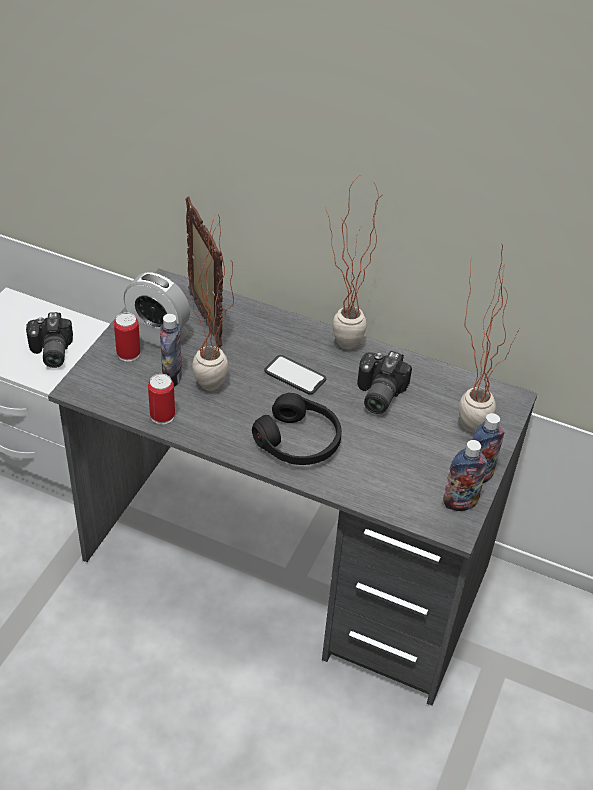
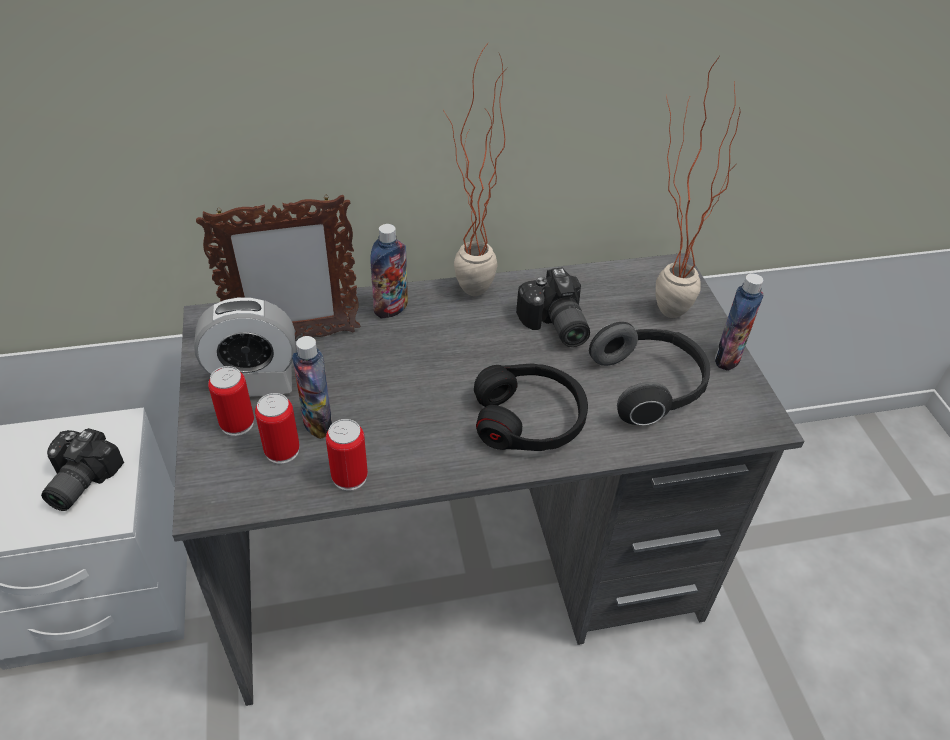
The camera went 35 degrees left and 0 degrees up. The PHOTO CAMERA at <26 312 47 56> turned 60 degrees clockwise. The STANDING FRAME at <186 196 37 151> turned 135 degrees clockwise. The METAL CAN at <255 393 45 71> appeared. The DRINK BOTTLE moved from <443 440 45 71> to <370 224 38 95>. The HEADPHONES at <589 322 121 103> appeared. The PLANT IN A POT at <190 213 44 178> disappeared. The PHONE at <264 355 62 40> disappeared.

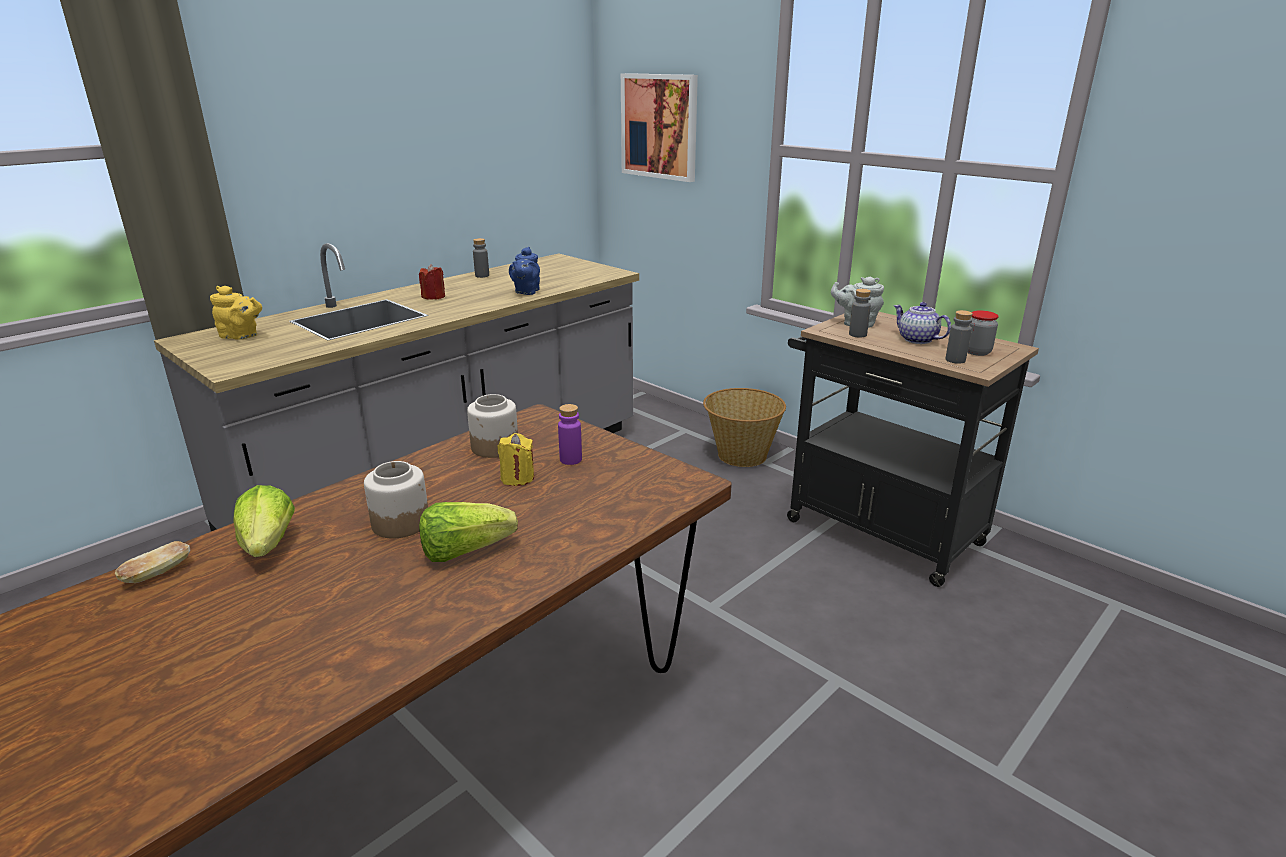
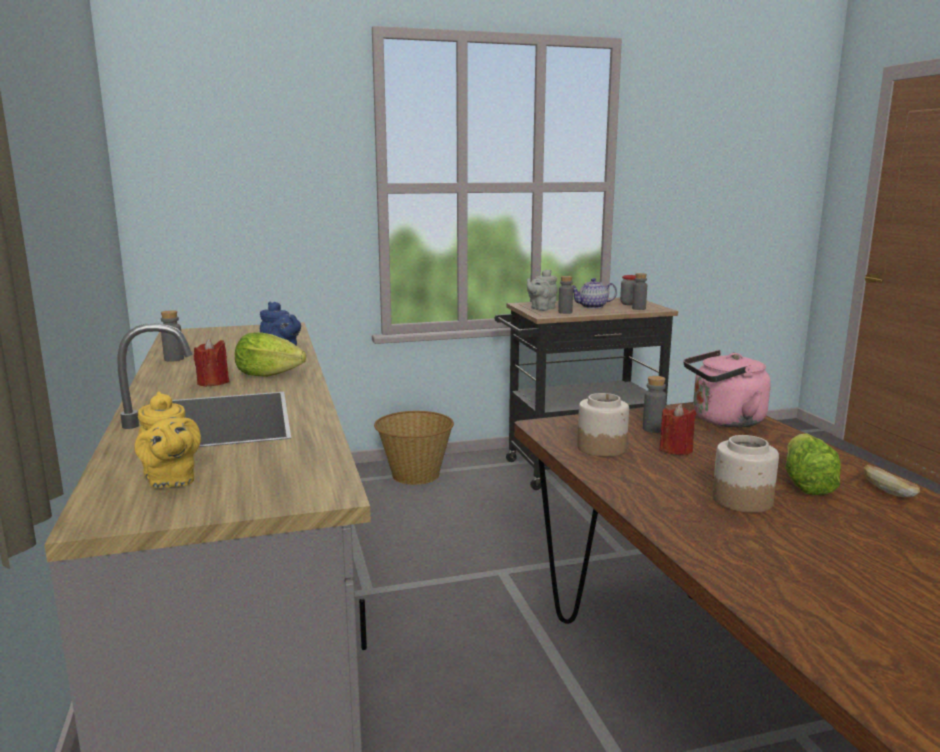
The camera went 60 degrees left and 10 degrees down. The YELLOW POT FOR TEA at <210 285 52 55> turned 105 degrees clockwise. The HEAD OF LETTUCE moved from <233 485 62 72> to <235 332 71 45>. The PURPLE-COLOURED DRINK BOTTLE at <558 404 24 61> became the GREY DRINK BOTTLE at <643 376 23 57>. The YELLOW WAX CANDLE at <497 433 37 53> became the RED-COLOURED WAX CANDLE at <660 404 36 51>. The PINK-COLOURED KETTLE at <683 350 88 78> appeared. The BREAD moved from <115 541 75 42> to <863 465 57 32>. The WALL ART at <621 73 77 109> disappeared.

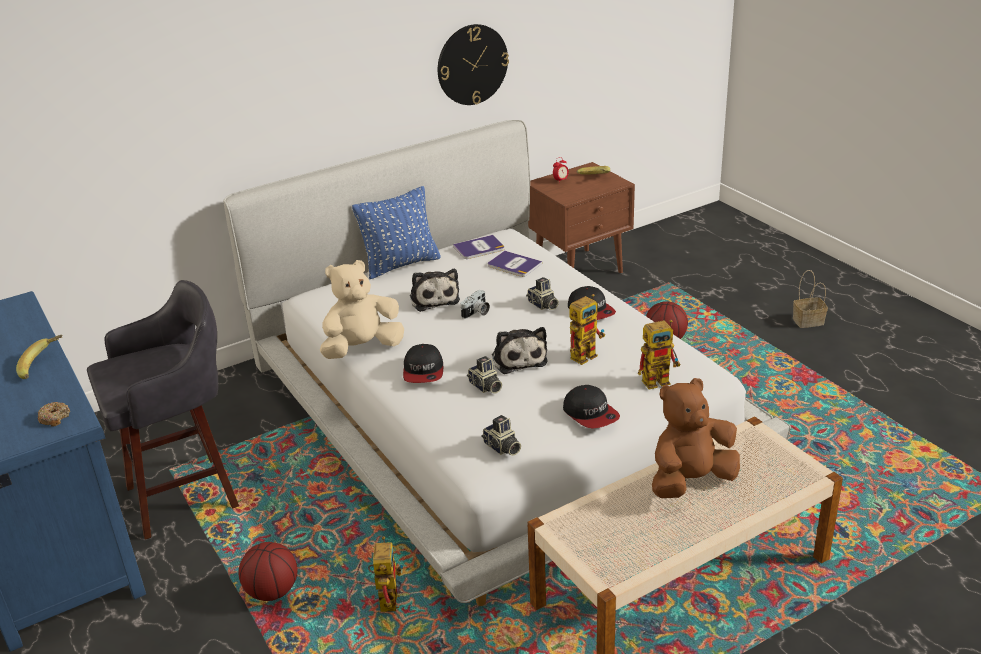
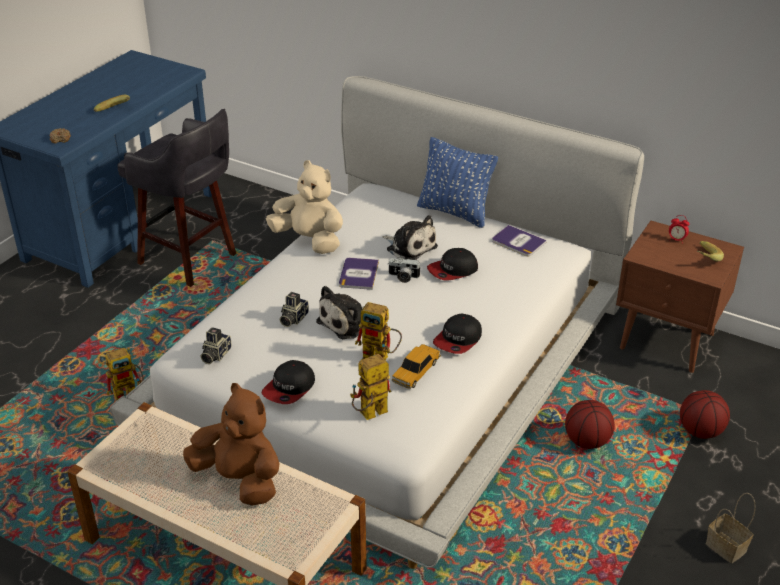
The camera went 60 degrees right and 5 degrees up. The VOLUME moved from <488 251 54 26> to <339 258 40 32>. The ROBOT FIGURE at <638 319 42 70> turned 105 degrees clockwise. The PLUSH TOY at <410 269 50 43> turned 90 degrees counterclockwise. The TOY CAR at <392 344 49 45> appeared. The BASEBALL CAP moved from <403 344 40 39> to <427 248 51 32>. The BASKETBALL BALL moved from <238 542 59 59> to <680 390 50 49>. The WALL CLOCK at <438 24 71 81> disappeared. The PHOTO CAMERA at <526 277 33 33> disappeared.

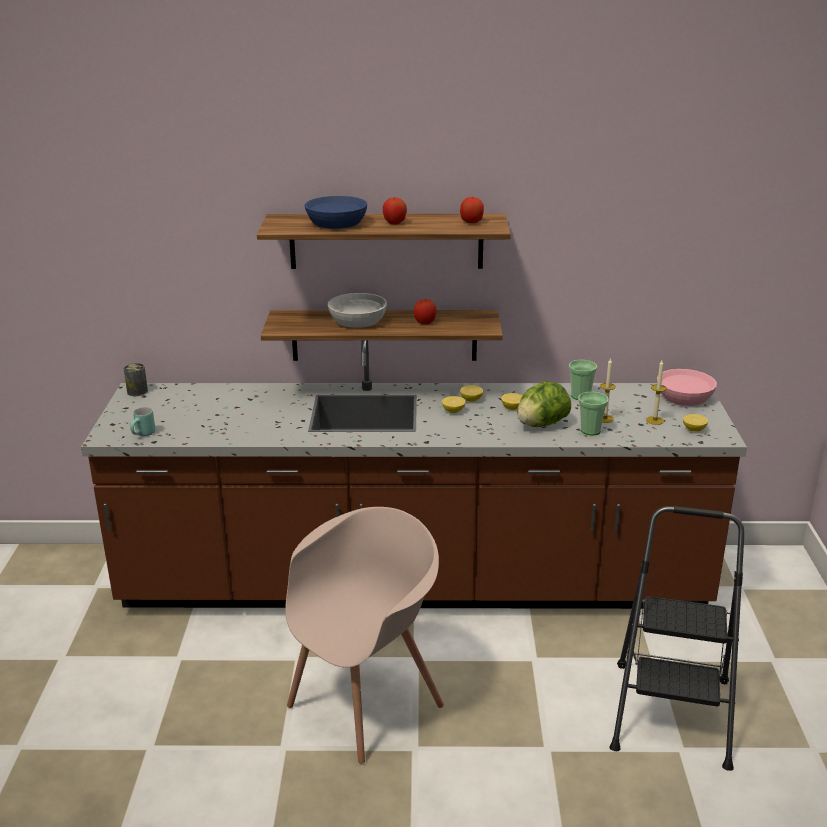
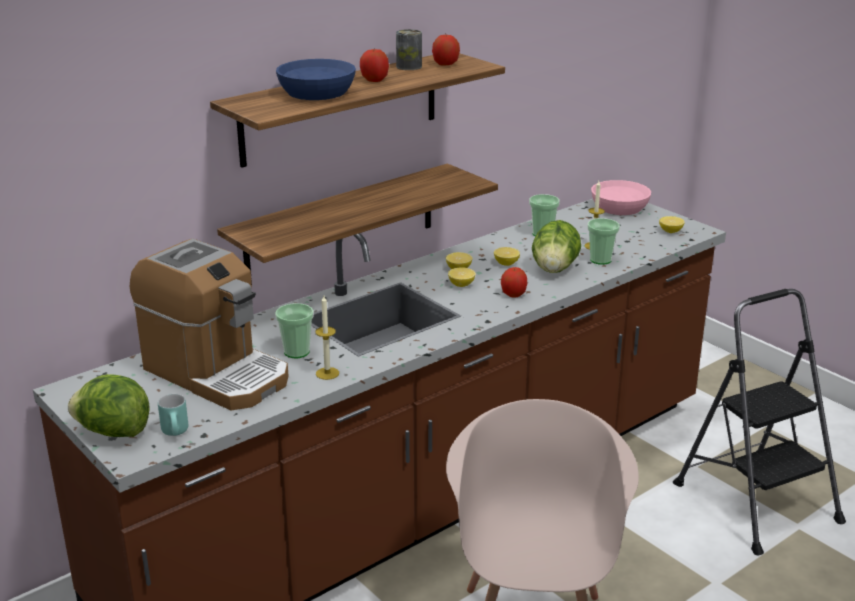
The camera went 40 degrees left and 0 degrees up. The HEAD OF LETTUCE at <68 374 81 63> appeared. The COFFEE BREWER at <130 239 159 171> appeared. The SMALL CUP at <275 303 39 55> appeared. The WAX CANDLE moved from <646 361 21 64> to <315 296 24 84>. The METAL CAN moved from <124 363 24 33> to <396 29 26 41>. The APPLE FRUIT moved from <414 299 23 26> to <501 267 26 31>. The WHITE-COLOURED SERVING BOWL at <328 293 59 35> disappeared.

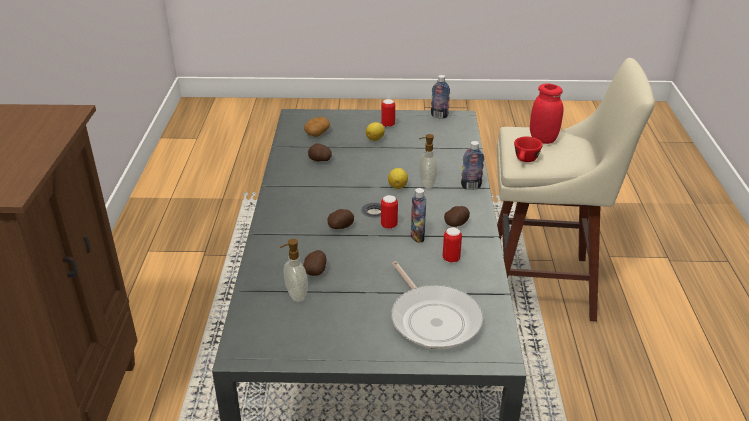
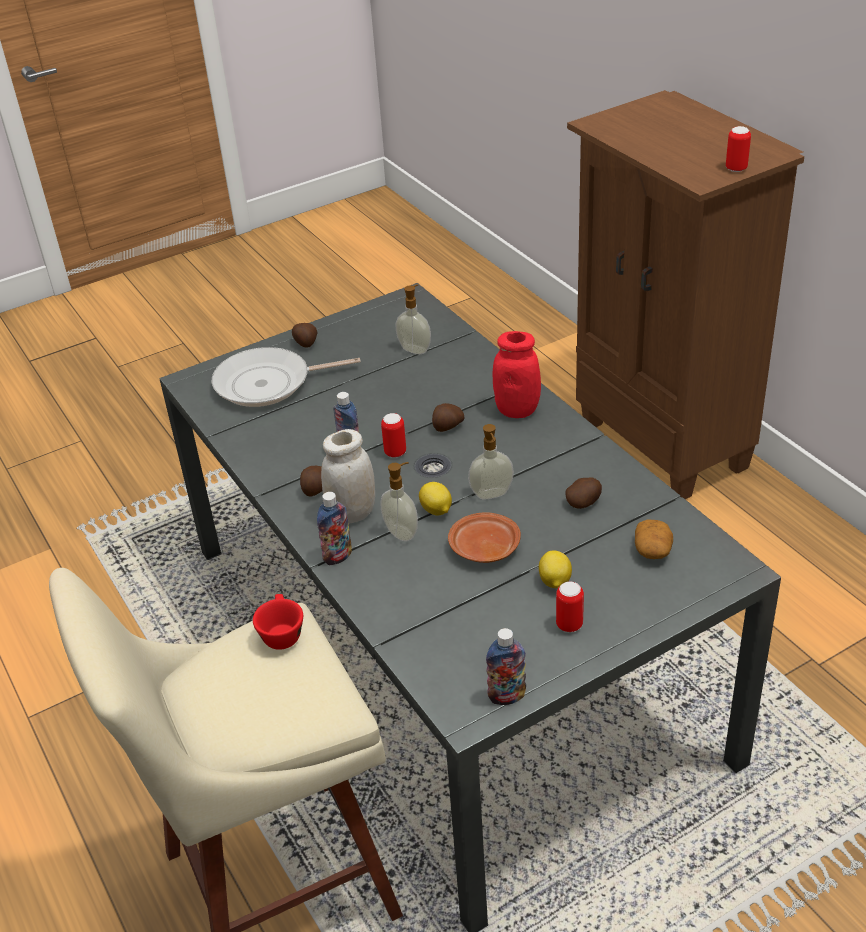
The camera went 150 degrees right and 5 degrees up. The FRYING PAN at <391 261 92 88> turned 45 degrees counterclockwise. The SPUD moved from <303 250 23 26> to <292 323 26 25>. The WHITE-COLOURED JAR at <321 429 54 95> appeared. The BROWNISH DINNER PLATE at <448 512 73 51> appeared. The SOAP DISPENSER at <468 424 46 75> appeared. The RED-COLOURED JAR moved from <530 84 33 60> to <493 331 48 87>. The METAL CAN moved from <443 227 19 36> to <726 126 25 46>.

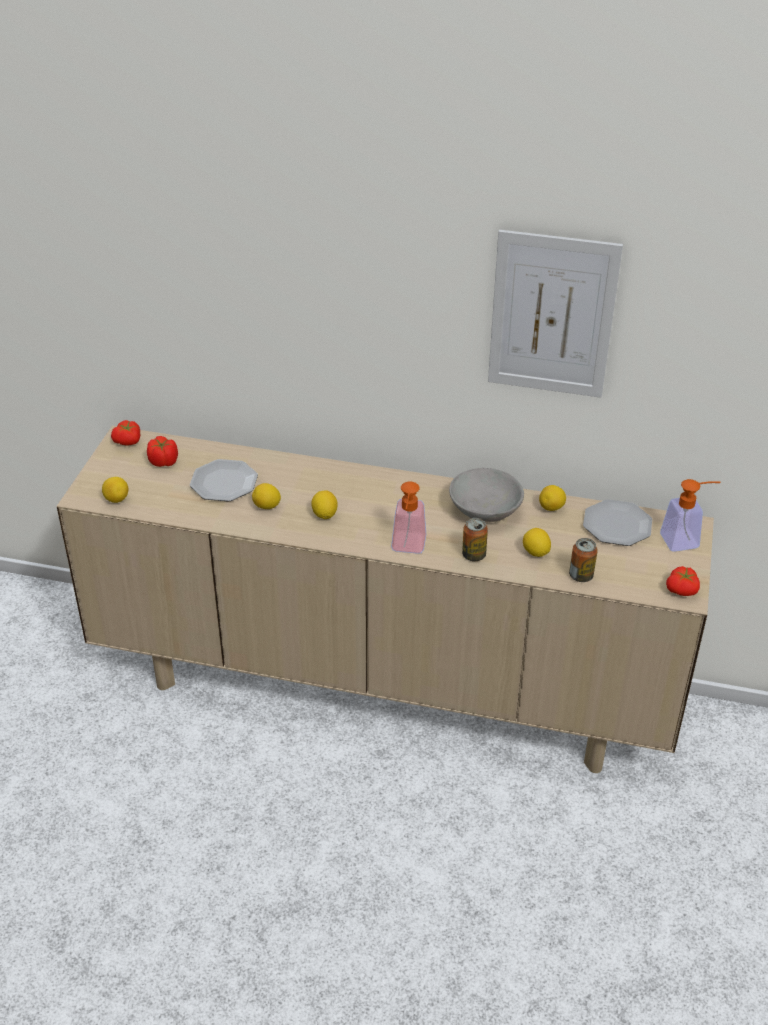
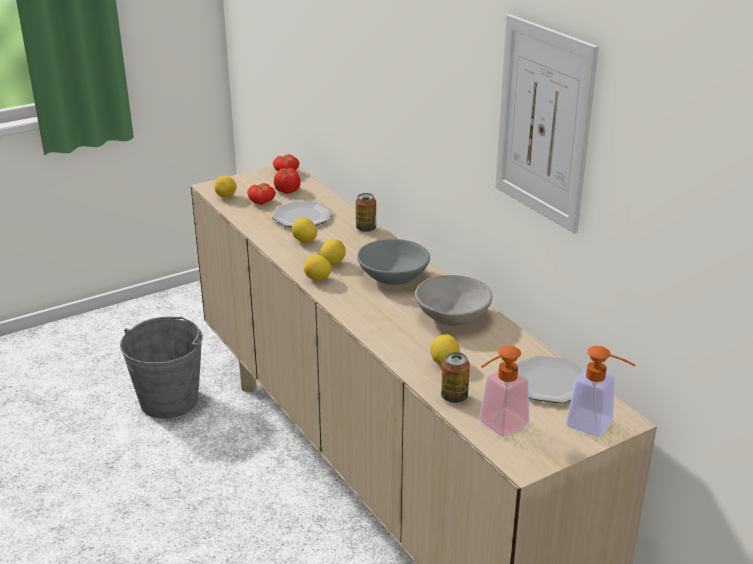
The camera went 45 degrees right and 10 degrees down. The GREY WATER BUCKET at <120 317 82 102> appeared. The FRESH TOMATO moved from <666 566 34 30> to <247 183 29 22>. The LEMON moved from <539 485 27 26> to <304 255 28 26>. The METAL CAN moved from <462 518 26 43> to <356 193 20 39>. The GREY SERVING BOWL at <357 239 73 46> appeared. The SOAP DISPENSER moved from <391 481 35 73> to <479 346 51 91>.

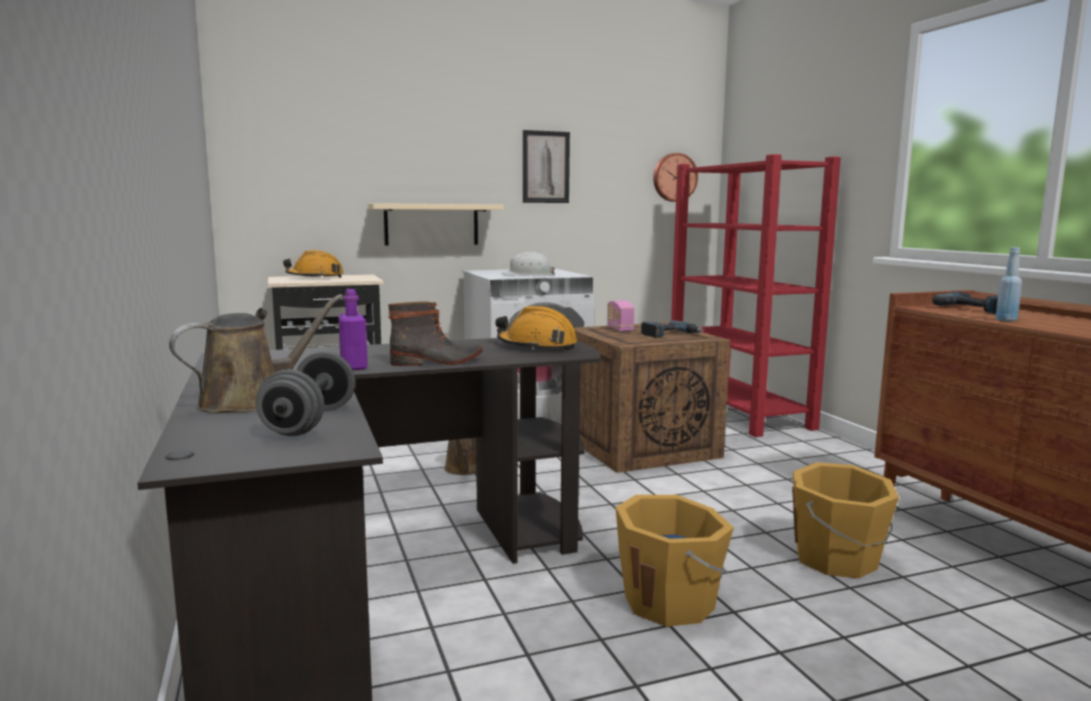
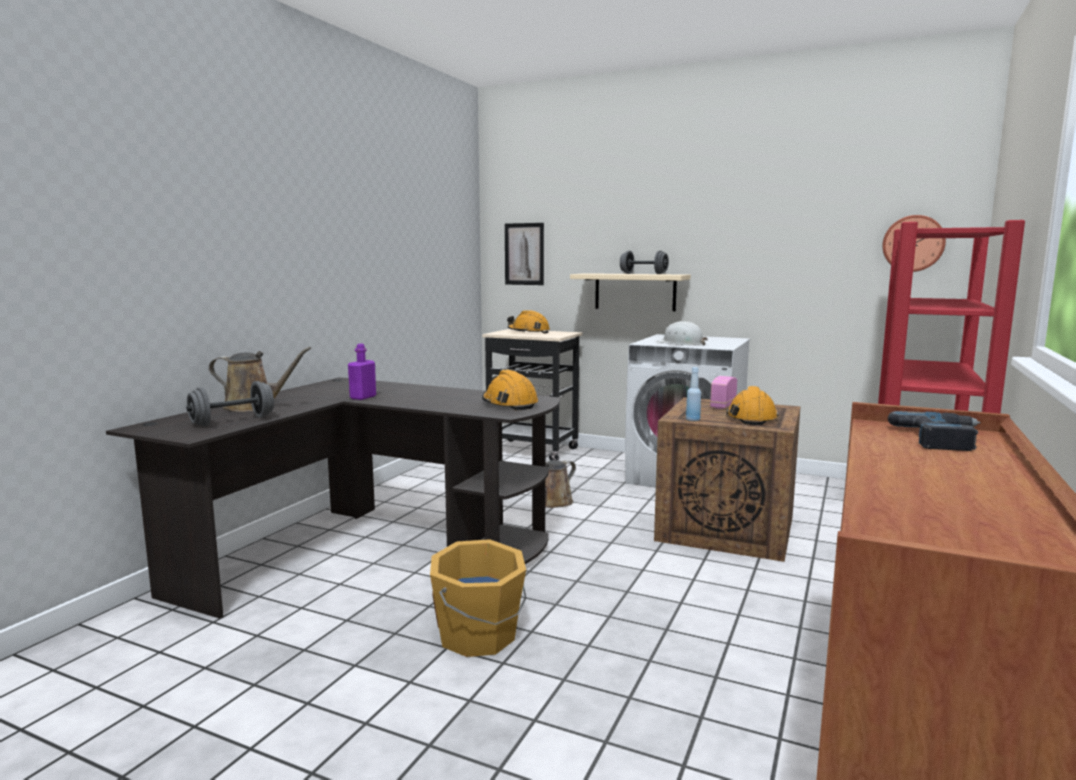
The camera went 45 degrees right and 0 degrees up. The WALL ART moved from <523 130 47 73> to <505 223 39 62>. The GREY FREE WEIGHT at <620 251 49 23> appeared. The BLUISH DRINK BOTTLE moved from <995 247 27 75> to <686 367 15 54>. The POWER DRILL at <641 320 62 18> was replaced by the ORANGE-COLOURED HARD HAT at <726 386 53 39>. The TALL BOOT at <388 302 94 64> disappeared. The ORANGE-COLOURED WATER BUCKET at <792 462 107 116> disappeared.

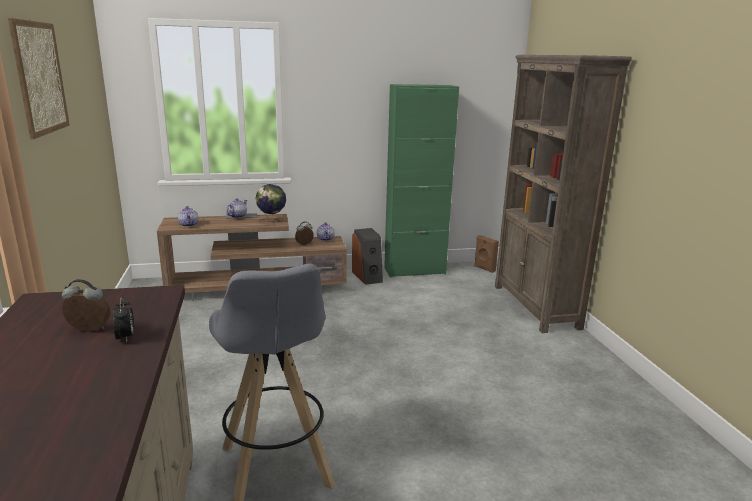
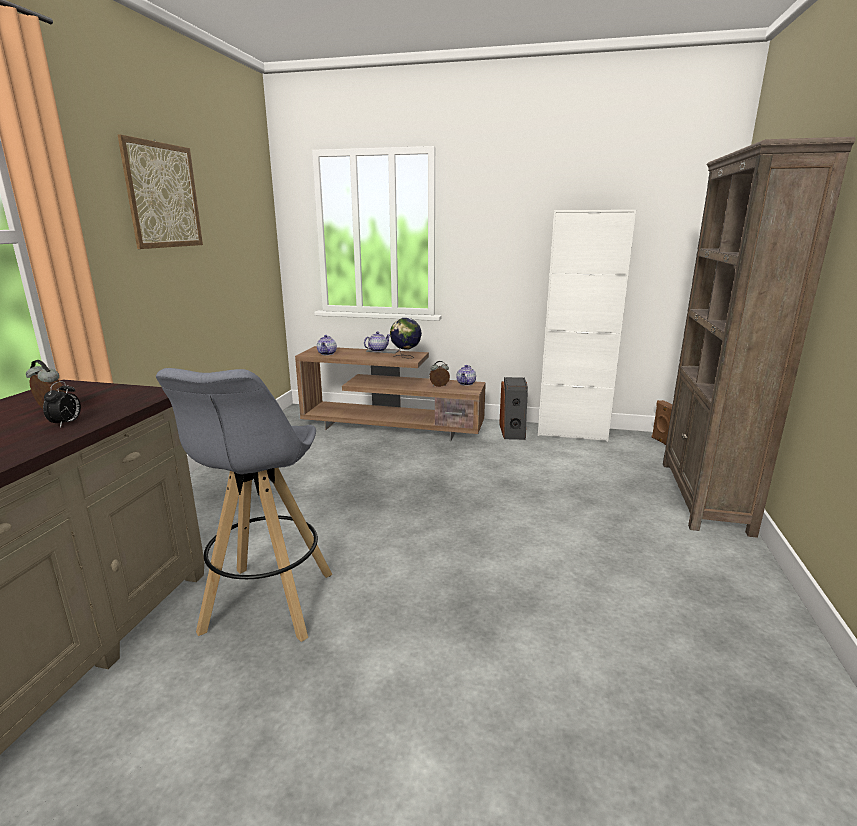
The camera went 25 degrees right and 0 degrees up. The GREEN-COLOURED CUPBOARD at <384 84 75 194> became the WHITE-COLOURED CUPBOARD at <538 210 98 232>.

